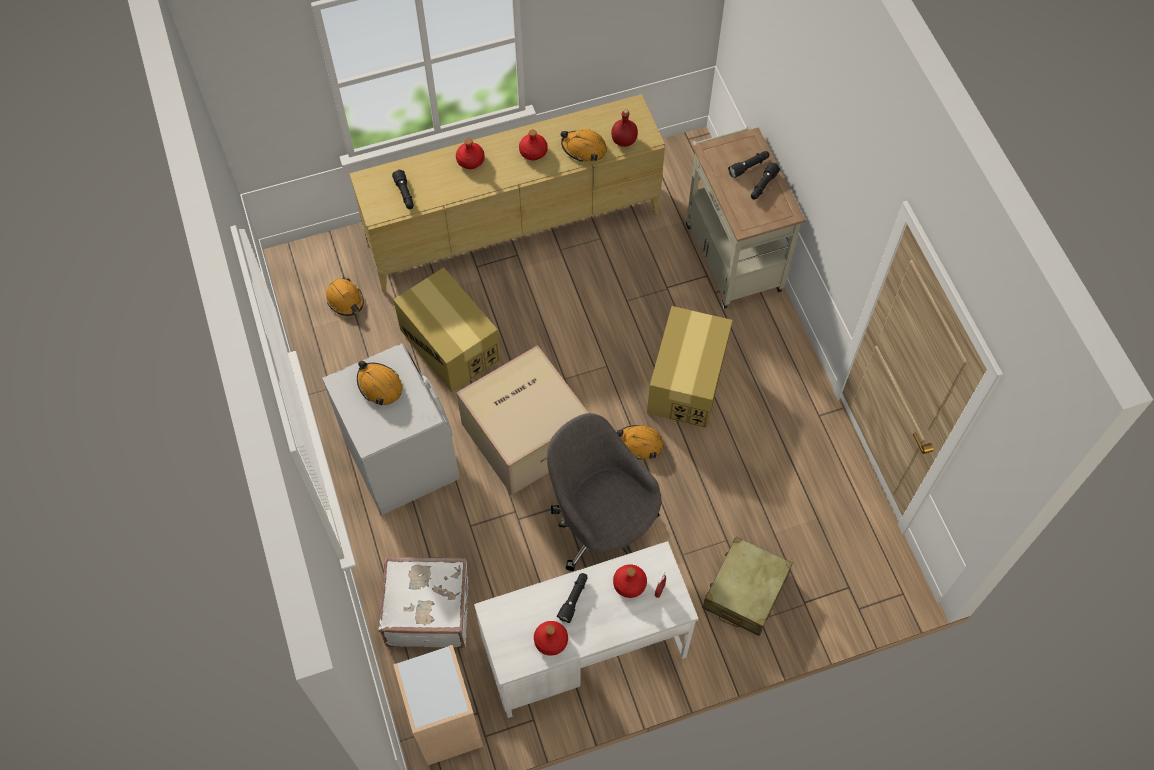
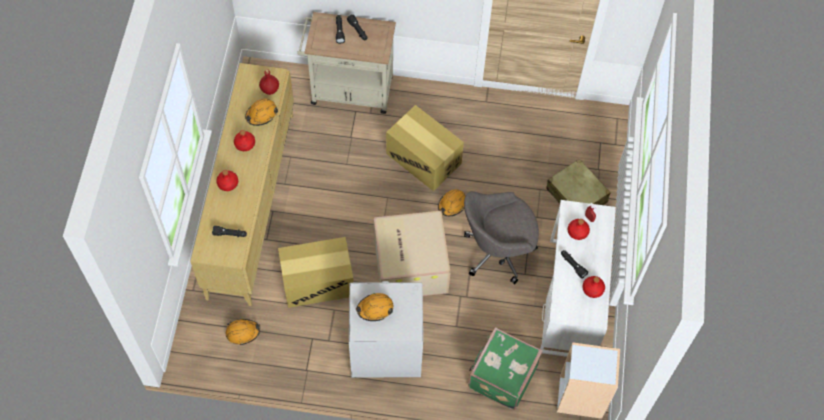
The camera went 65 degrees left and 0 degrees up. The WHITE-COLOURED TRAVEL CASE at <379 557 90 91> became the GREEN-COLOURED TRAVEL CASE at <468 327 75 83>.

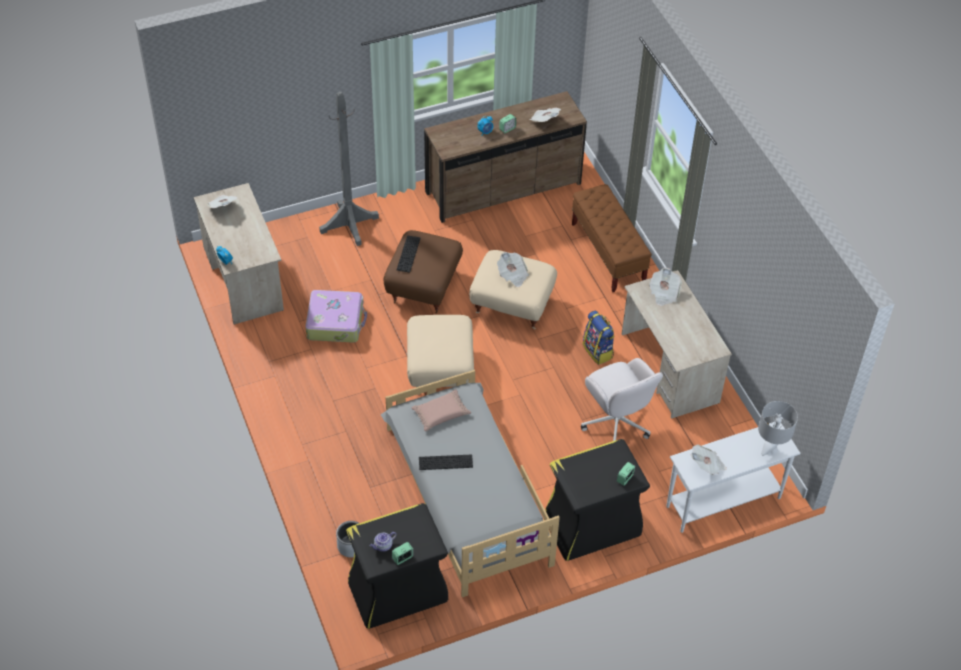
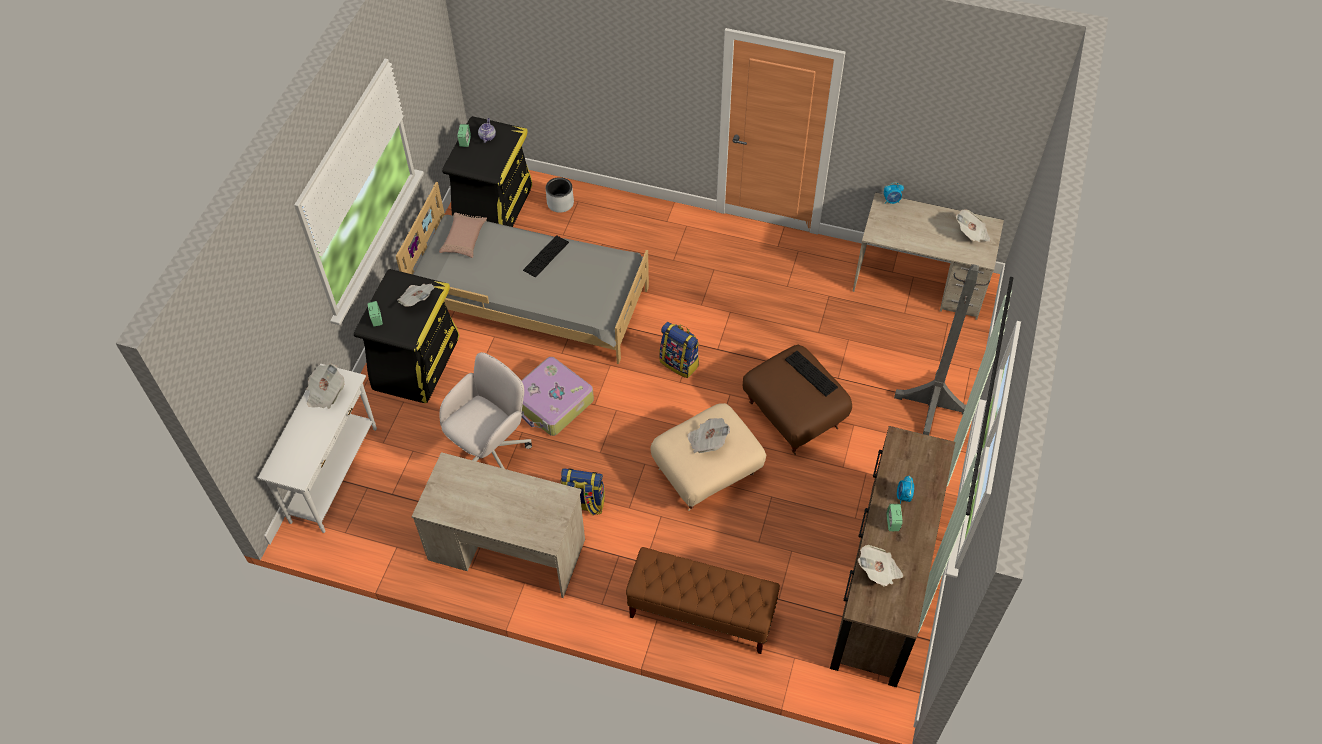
The camera went 130 degrees right and 5 degrees up. The PRINTED PAPER moved from <649 268 33 38> to <397 284 38 22>. The BEIGE-COLOURED CUSHION moved from <411 389 60 42> to <439 213 48 45>. The WHITE-COLOURED OFFICE CHAIR at <581 358 82 83> turned 120 degrees clockwise. The TRAVEL CASE moved from <305 290 62 53> to <521 357 73 79>. The BEIGE-COLOURED POUFFE at <407 315 67 80> was replaced by the BACKPACK at <659 322 40 56>. The GREY TABLE LAMP at <758 401 40 55> disappeared.

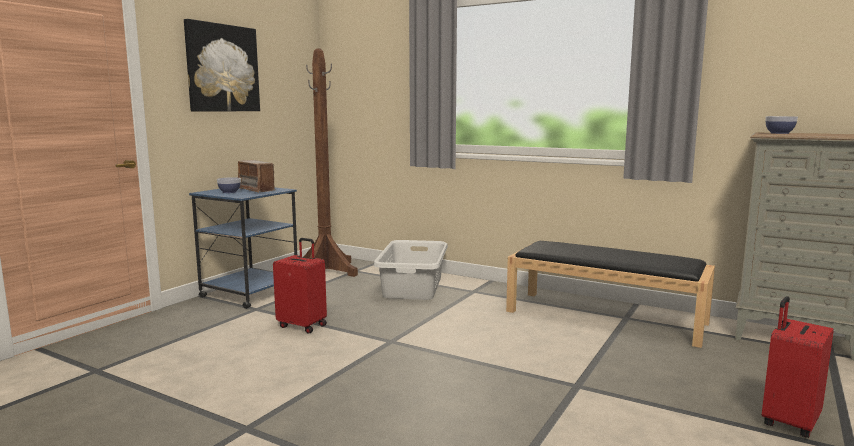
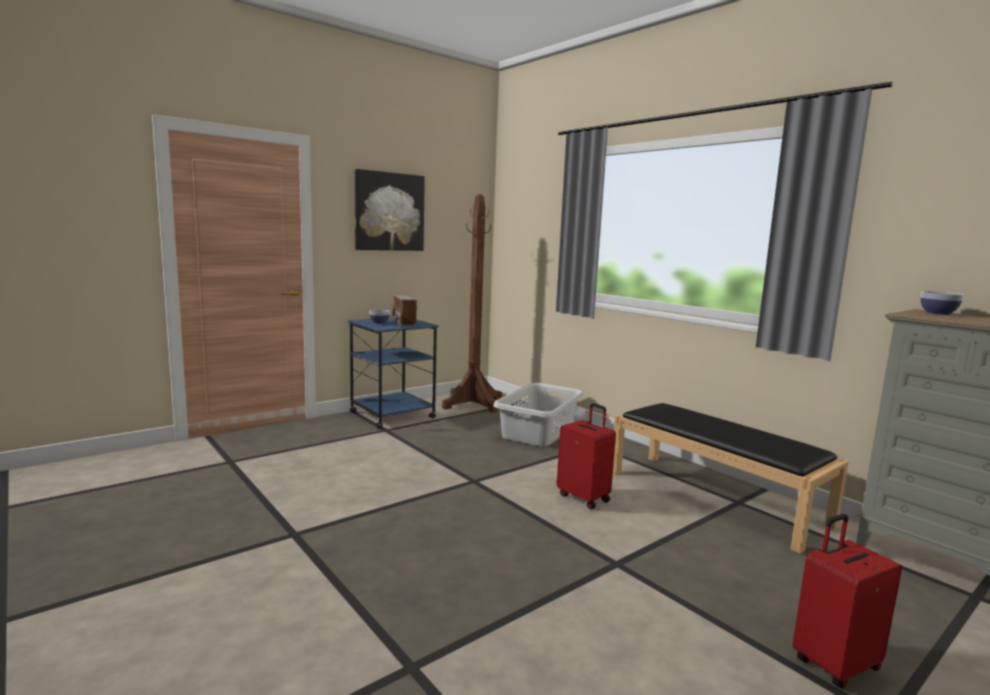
The camera went 20 degrees right and 0 degrees up. The RED-COLOURED TRAVEL CASE moved from <273 238 54 96> to <557 403 59 106>.

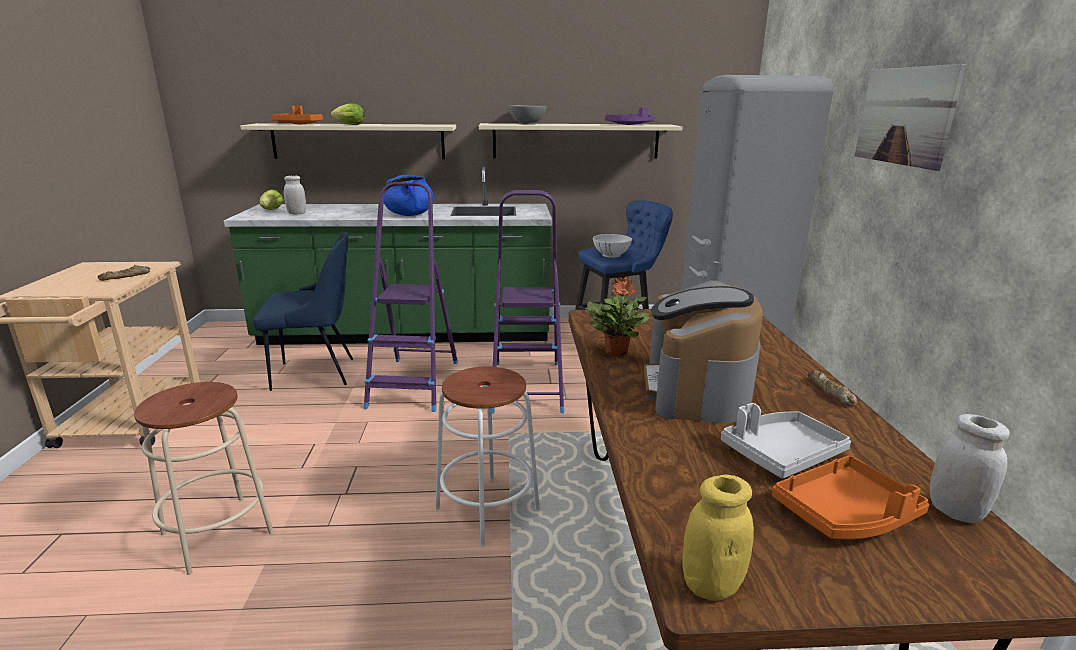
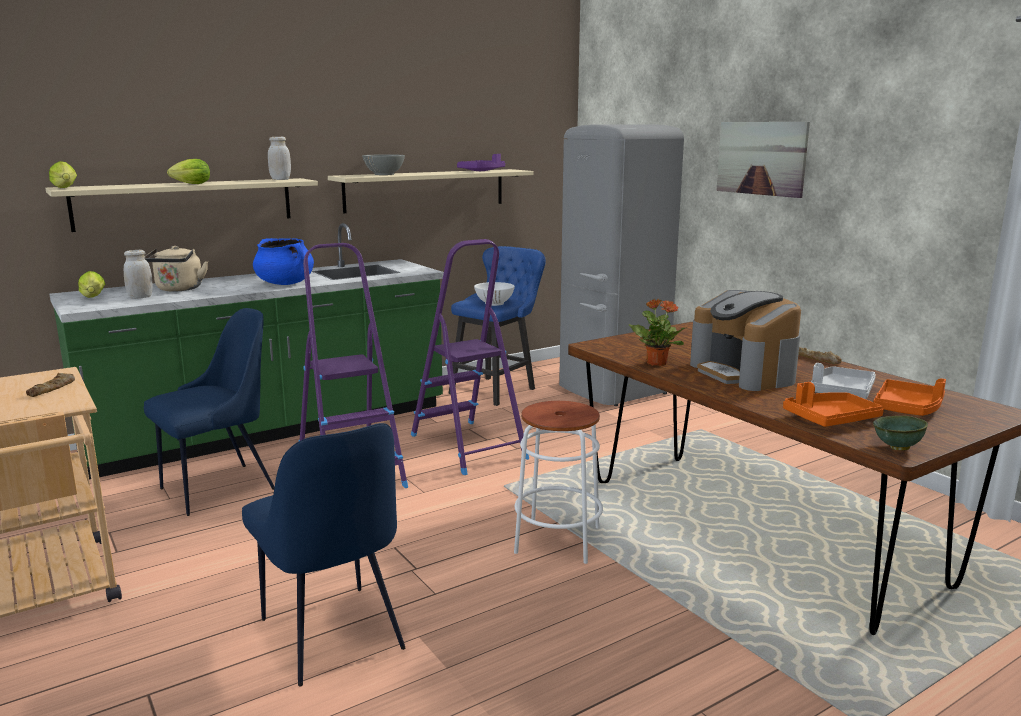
The camera went 30 degrees left and 5 degrees down. The HEAD OF LETTUCE at <49 161 28 27> appeared. The BEIGE-COLOURED KETTLE at <144 246 64 45> appeared. The BEIGE-COLOURED SITTING STOOL at <134 382 140 193> was replaced by the BLUISH UPRIGHT CHAIR at <242 423 163 263>. The WHITE-COLOURED JAR moved from <930 414 80 109> to <268 137 23 43>. The ORANGE-COLOURED CARRYING TRAY moved from <271 106 52 18> to <783 382 101 45>. The YELLOW JAR at <682 475 72 126> was replaced by the GREEN-COLOURED SERVING BOWL at <873 416 55 34>.

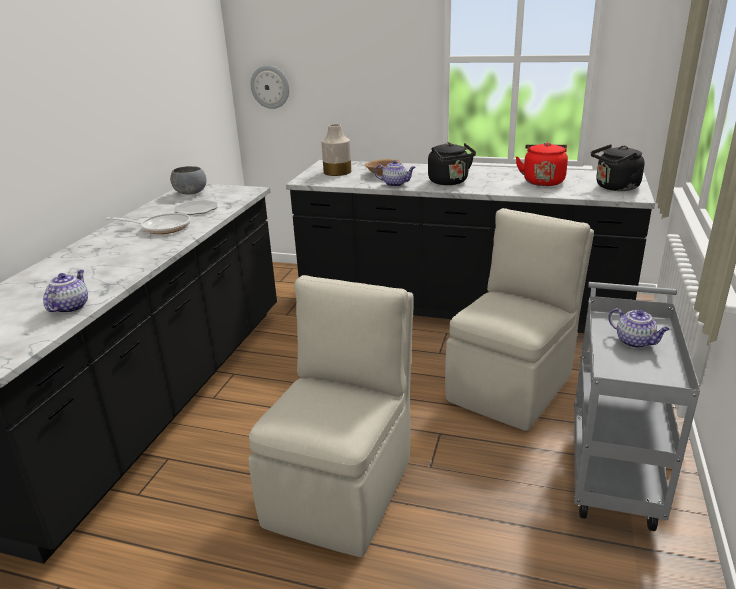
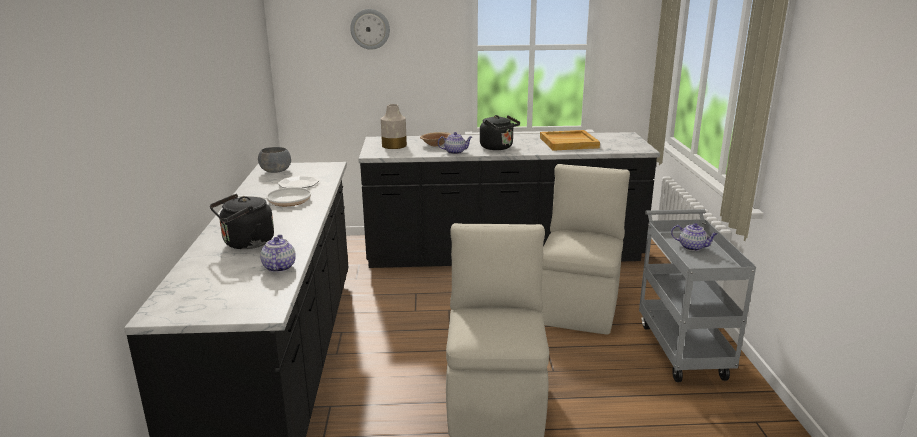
The camera went 20 degrees left and 5 degrees down. The BLACK KETTLE moved from <591 144 54 47> to <210 194 64 55>. The WALL CLOCK moved from <251 65 38 44> to <350 9 40 41>. The RED-COLOURED KETTLE at <516 142 52 44> was replaced by the BEIGE-COLOURED CARRYING TRAY at <540 130 60 21>.

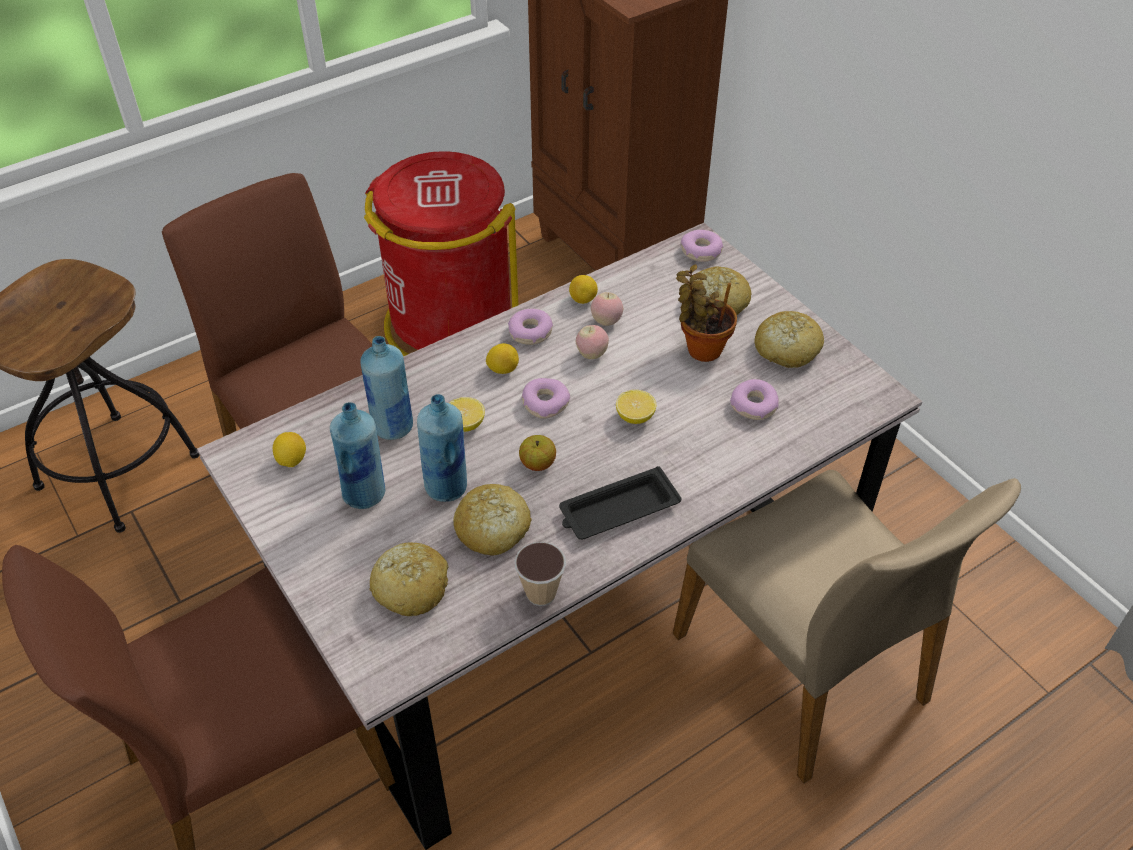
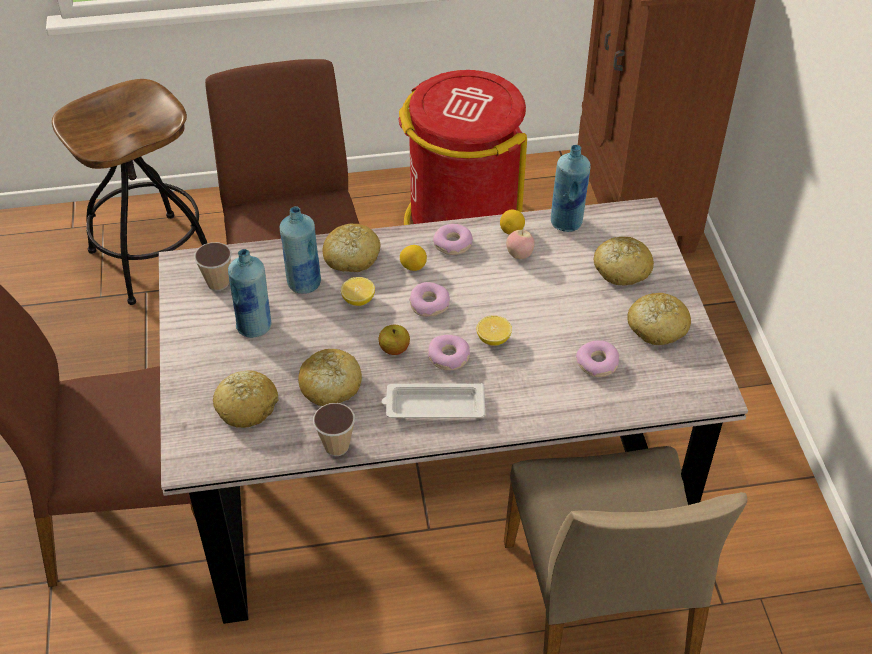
The camera went 25 degrees right and 0 degrees up. The LEMON at <273 432 33 35> was replaced by the SMALL CUP at <194 242 38 49>. The BREAD at <323 224 58 48> appeared. The BLACK CARRYING TRAY at <559 466 123 74> became the WHITE-COLOURED CARRYING TRAY at <382 383 103 35>. The DOUGHNUT moved from <681 230 42 32> to <428 335 42 36>. The BLUISH DRINK BOTTLE moved from <417 394 50 108> to <551 145 40 87>. The APPLE FRUIT at <576 325 33 34> disappeared. The PLANT IN A POT at <676 264 61 98> disappeared.

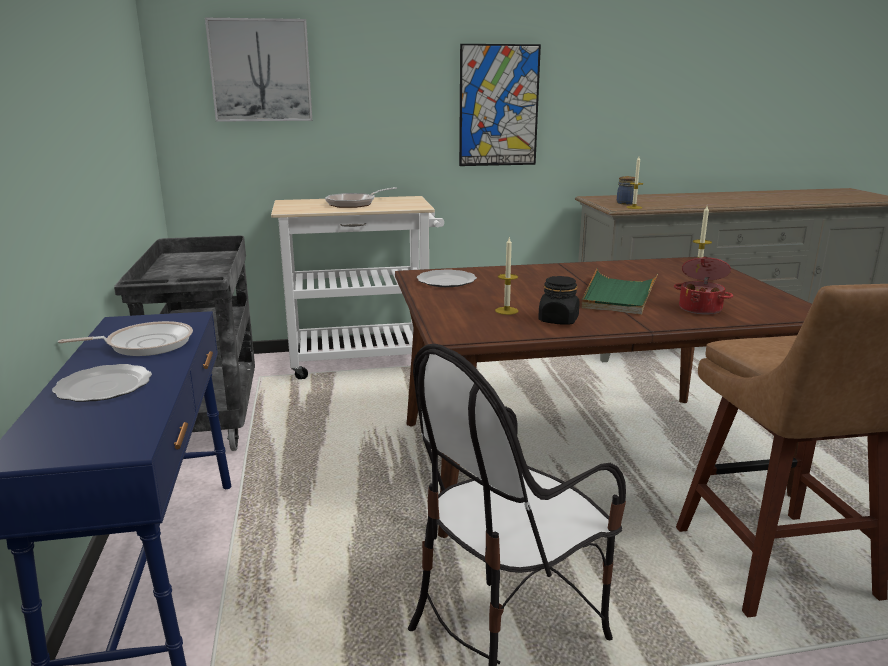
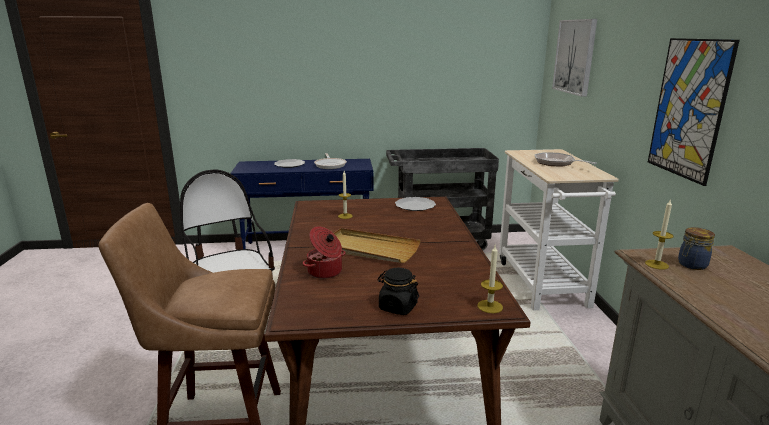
The camera went 95 degrees right and 0 degrees up. The GREEN-COLOURED CARRYING TRAY at <582 269 76 46> became the BEIGE-COLOURED CARRYING TRAY at <334 228 87 35>. The BLACK JAR moved from <538 276 42 49> to <377 268 42 47>.

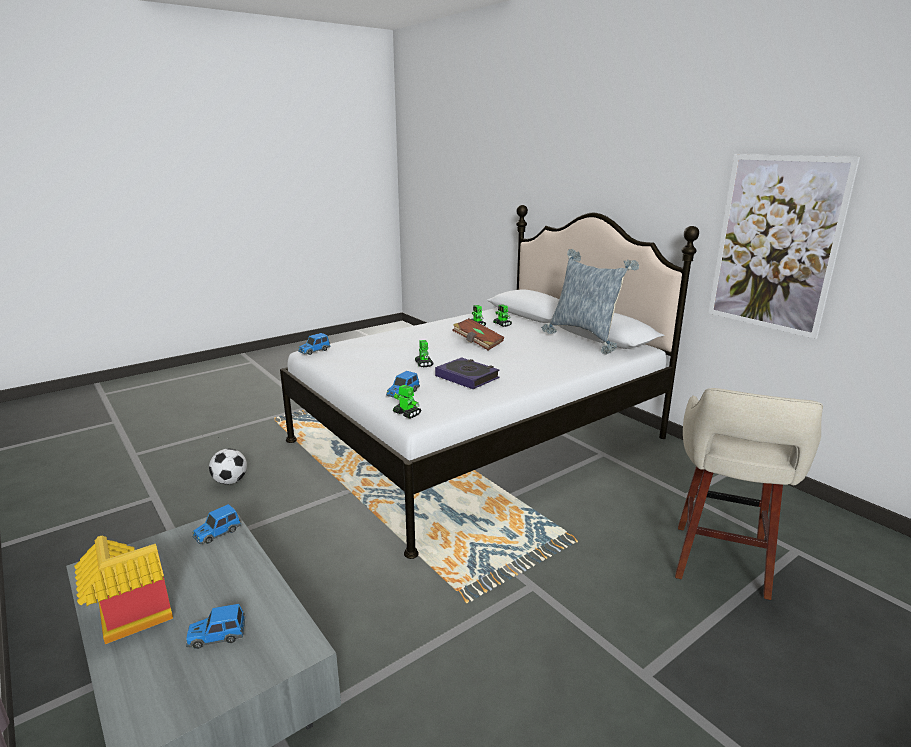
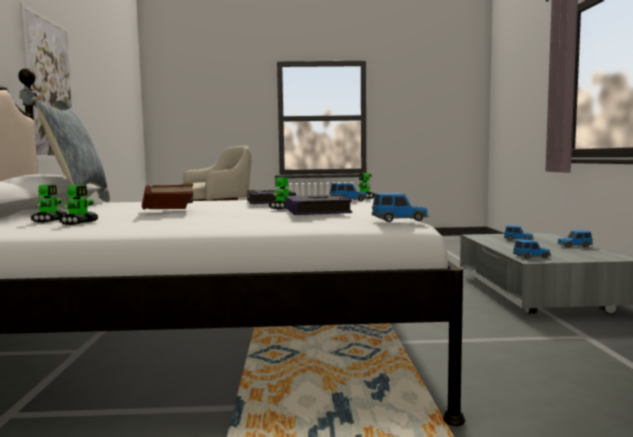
The camera went 145 degrees left and 15 degrees down. The VOLUME at <285 194 67 21> appeared. The TOY HOUSE at <74 536 99 108> was replaced by the TOY CAR at <557 230 36 18>. The BALL FOR FOOTBALL at <209 448 38 36> disappeared.

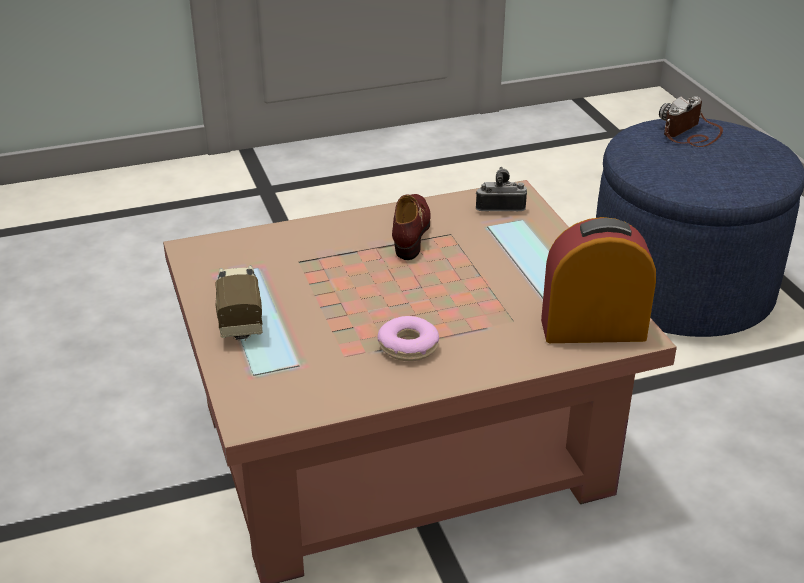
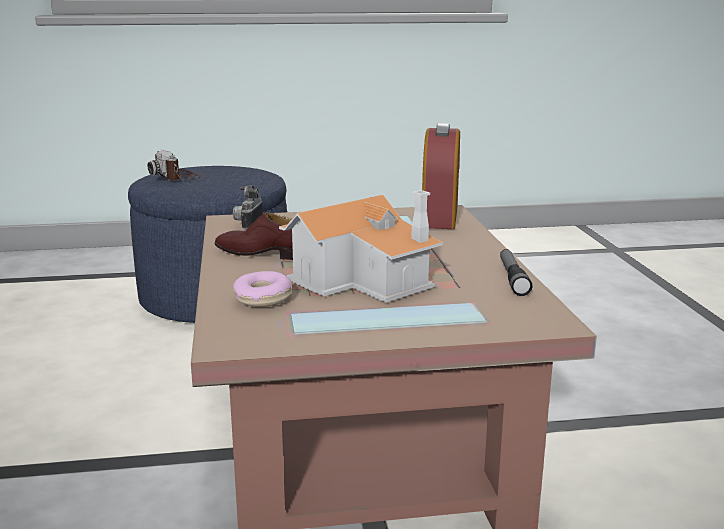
The camera went 80 degrees left and 15 degrees down. The DOUGHNUT moved from <378 316 61 45> to <233 271 59 36>. The TOY HOUSE at <279 190 164 113> appeared. The HAND TORCH at <500 249 33 47> appeared. The MODEL TRUCK at <215 265 48 77> disappeared.

